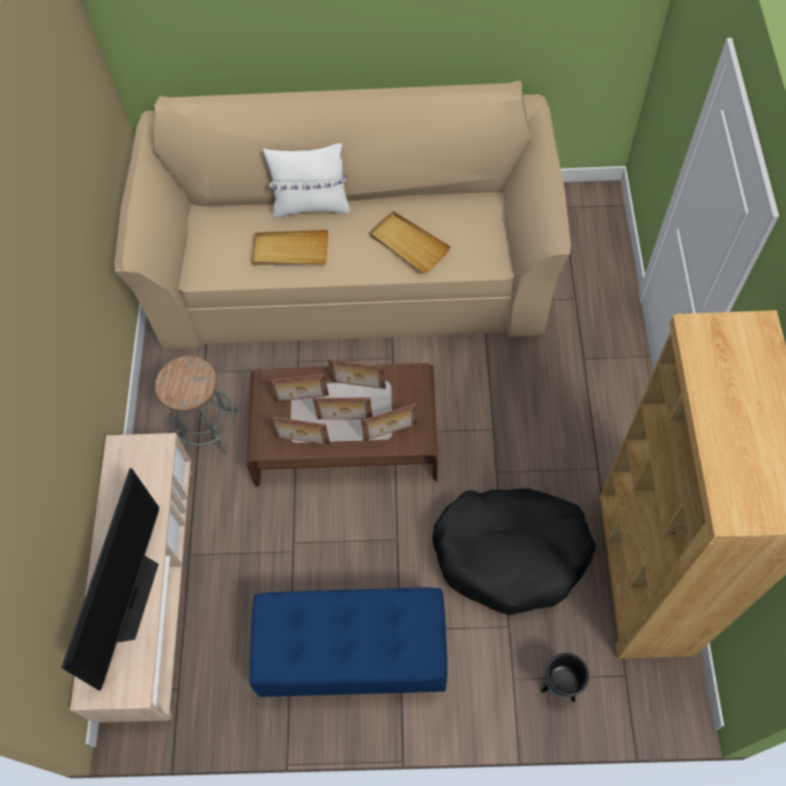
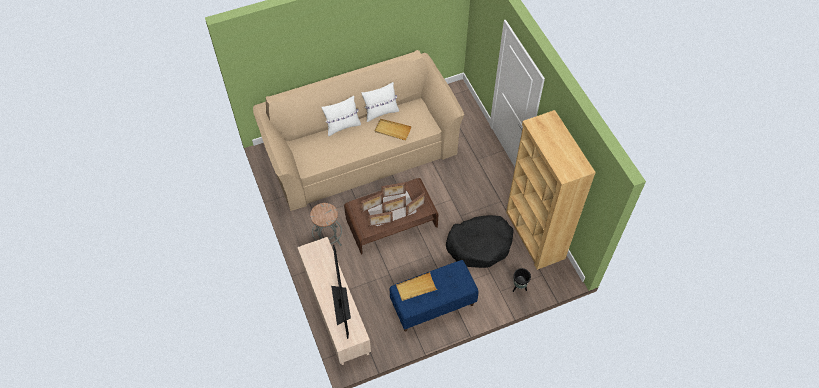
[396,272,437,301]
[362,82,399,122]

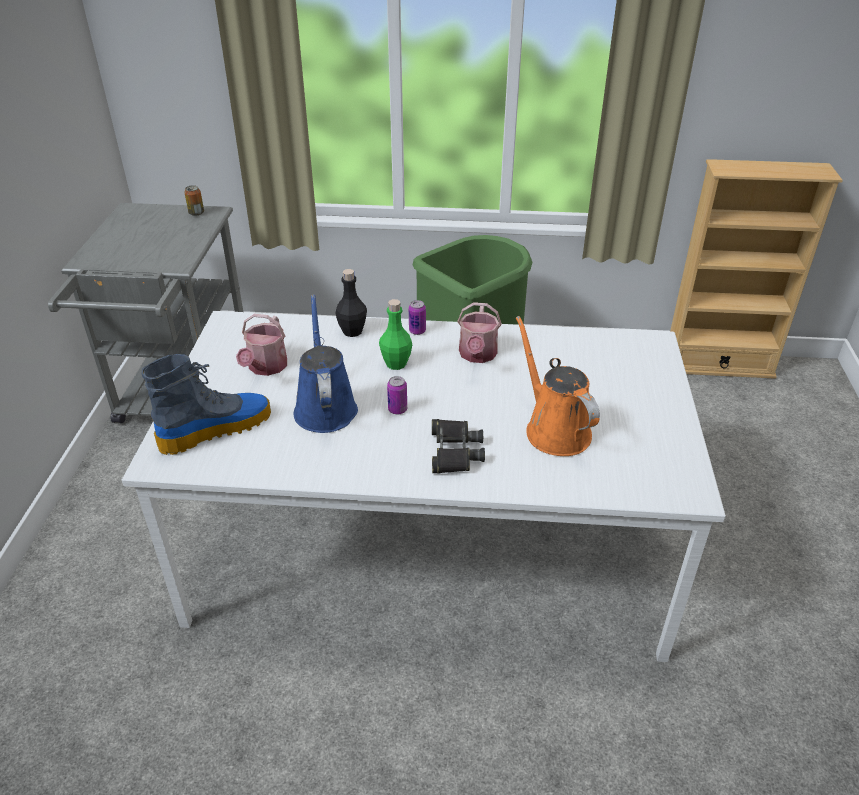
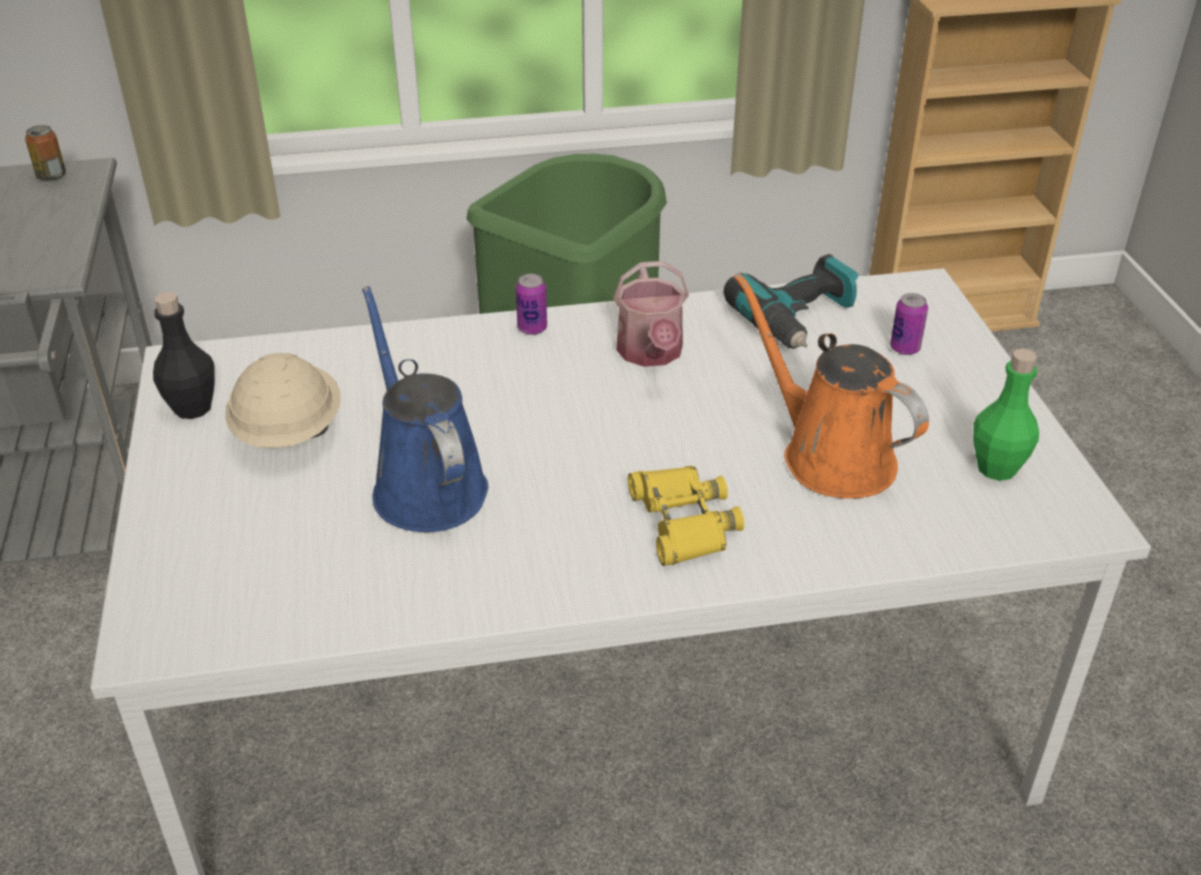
[153,292,215,419]
[973,349,1039,481]
[225,353,341,449]
[142,354,271,455] (first image)
[890,293,928,355]
[628,466,744,566]
[724,254,859,349]

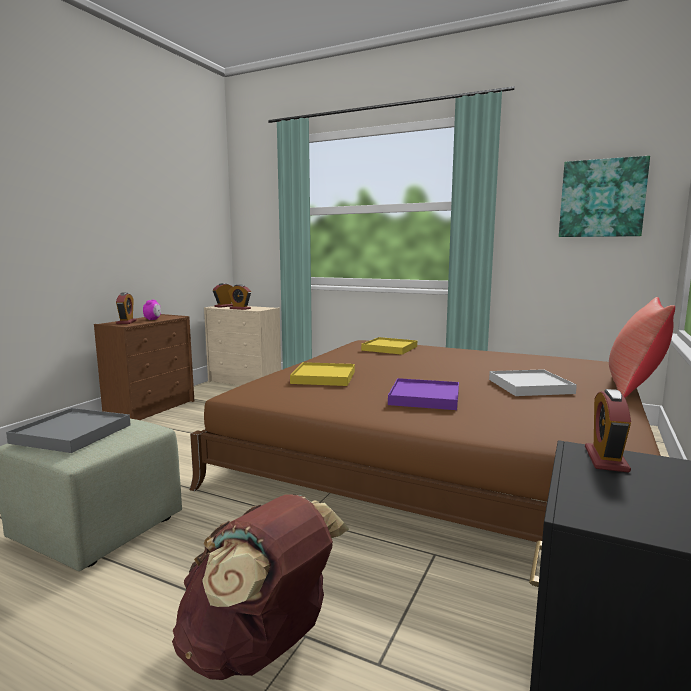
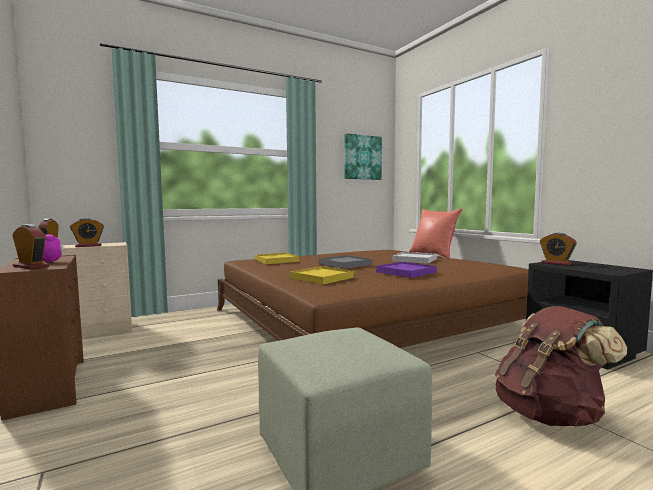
[319,255,372,269]

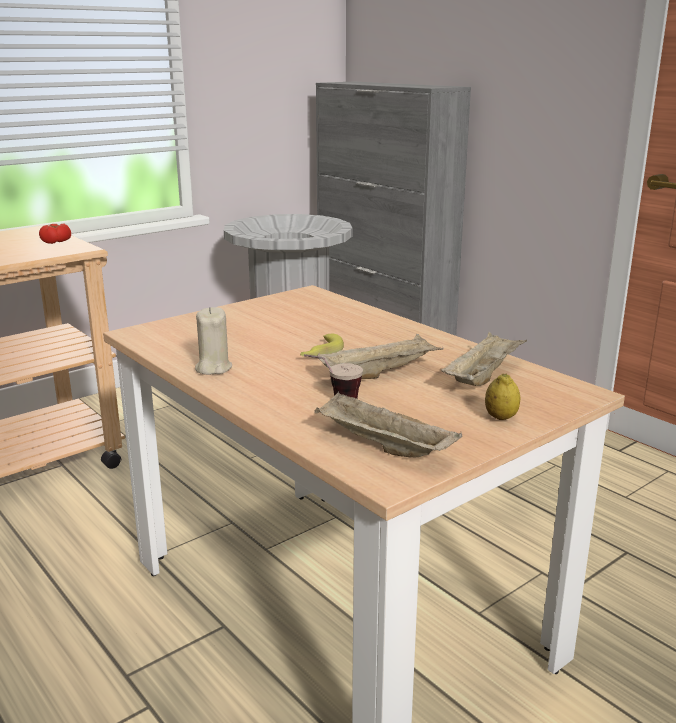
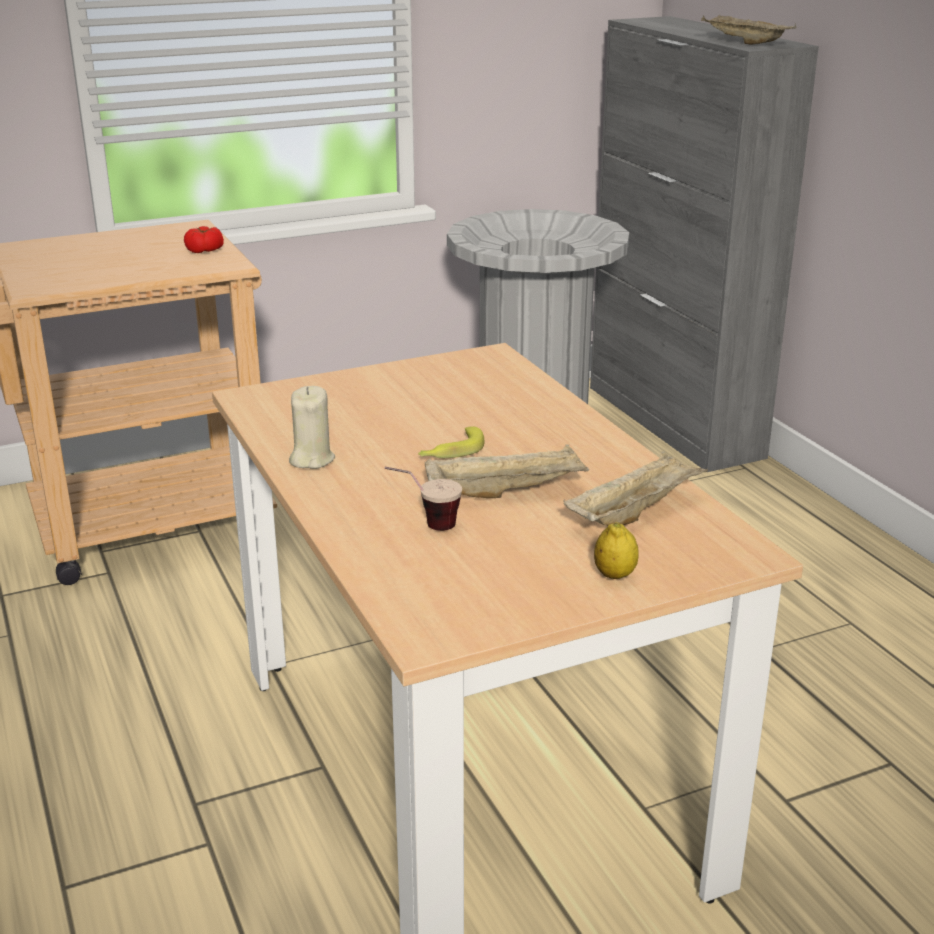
[701,14,796,44]

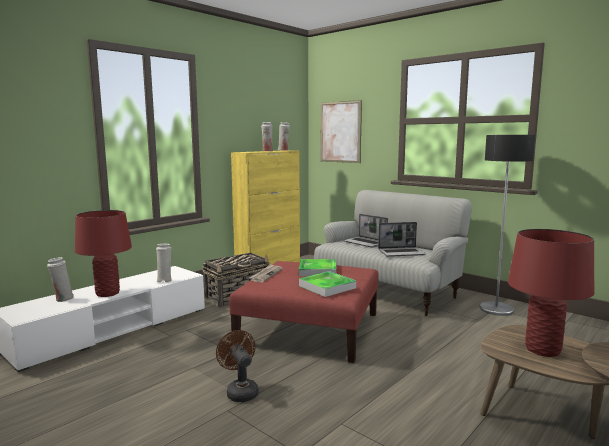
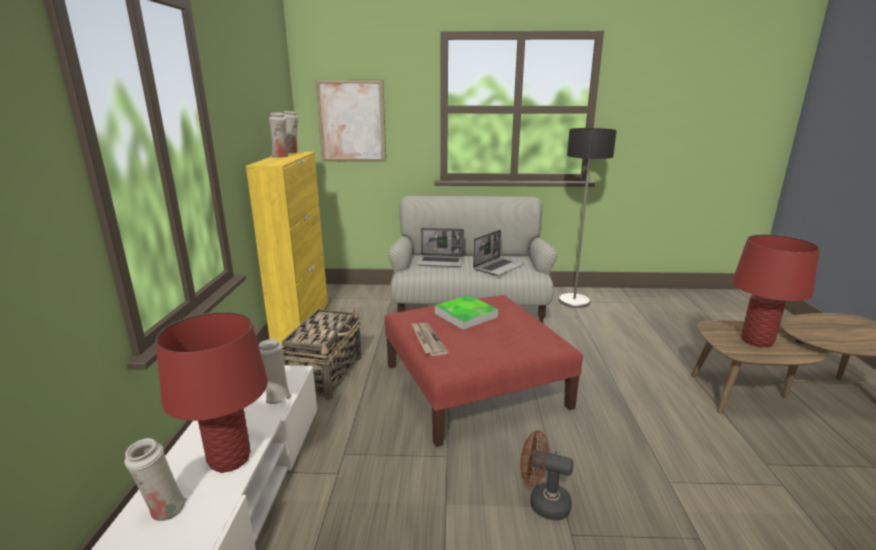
[299,271,356,297] (first image)

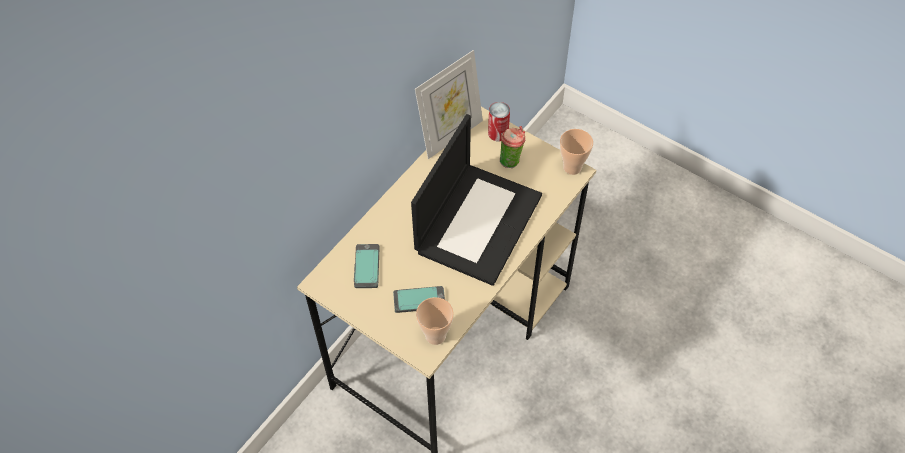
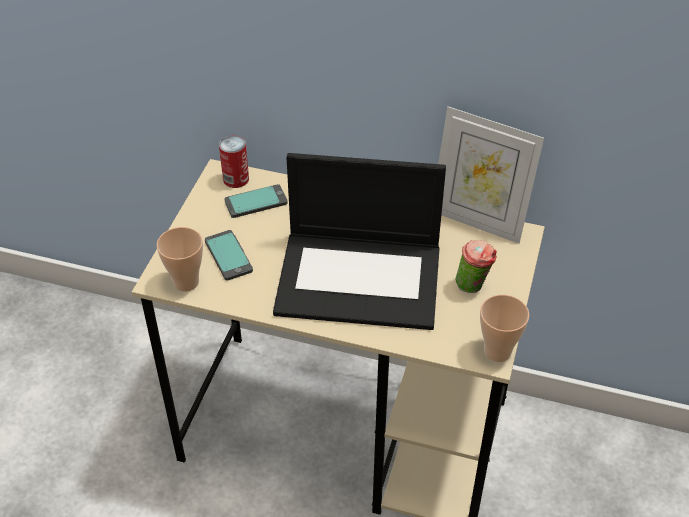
[219,136,249,188]

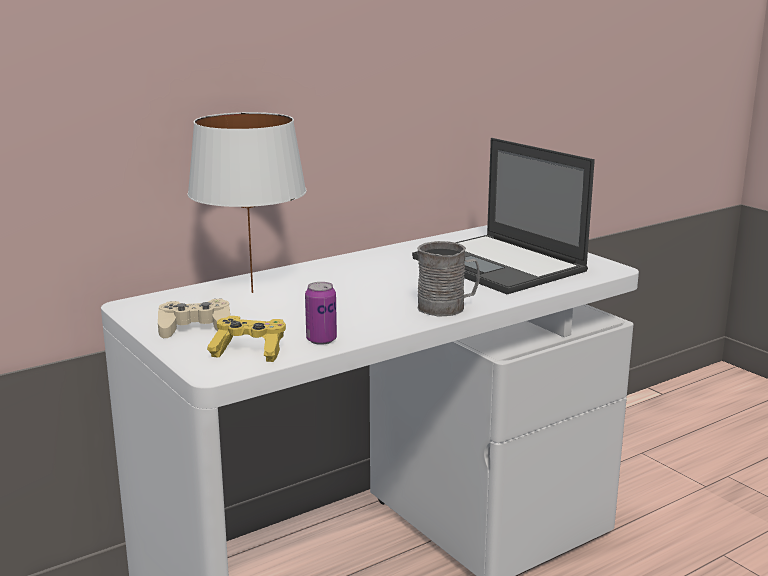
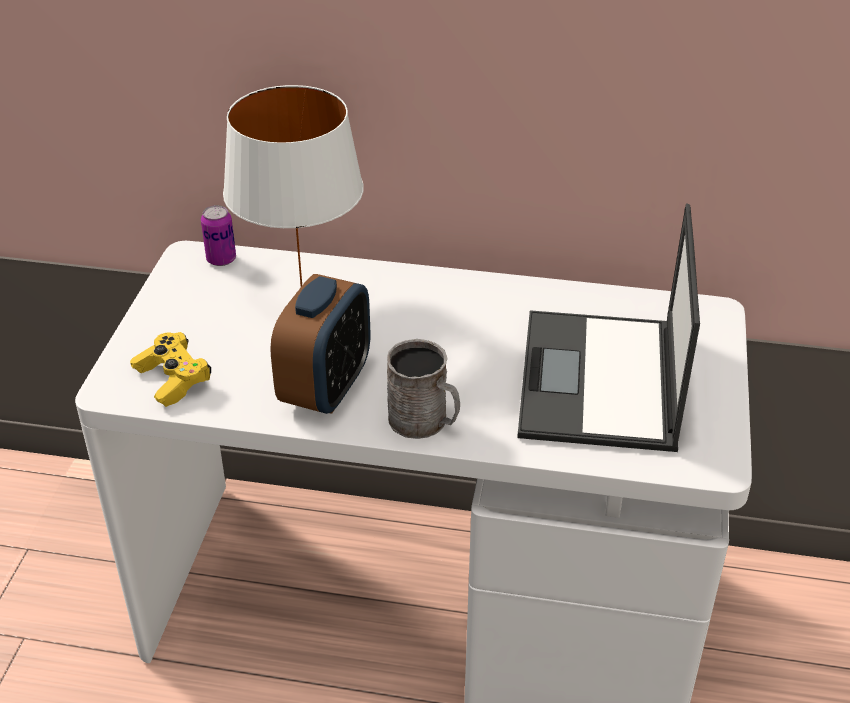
[201,205,236,266]
[158,299,230,338] (first image)
[270,274,370,414]

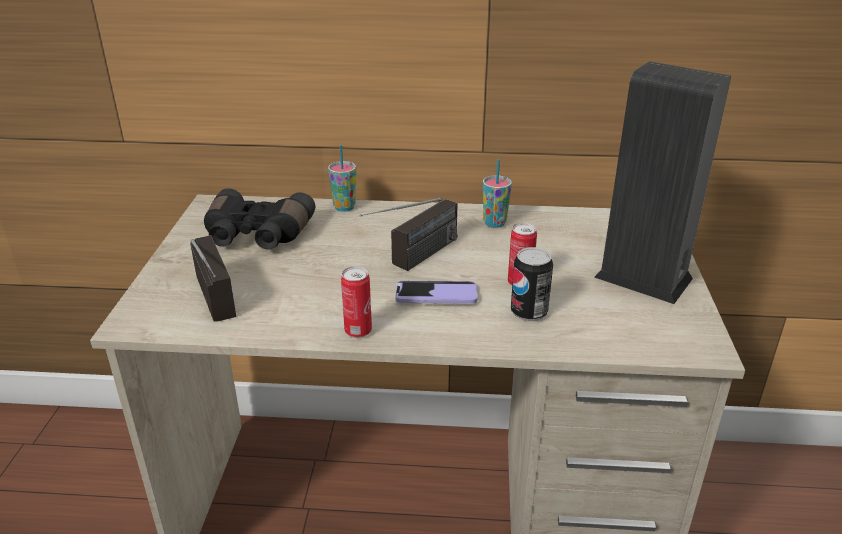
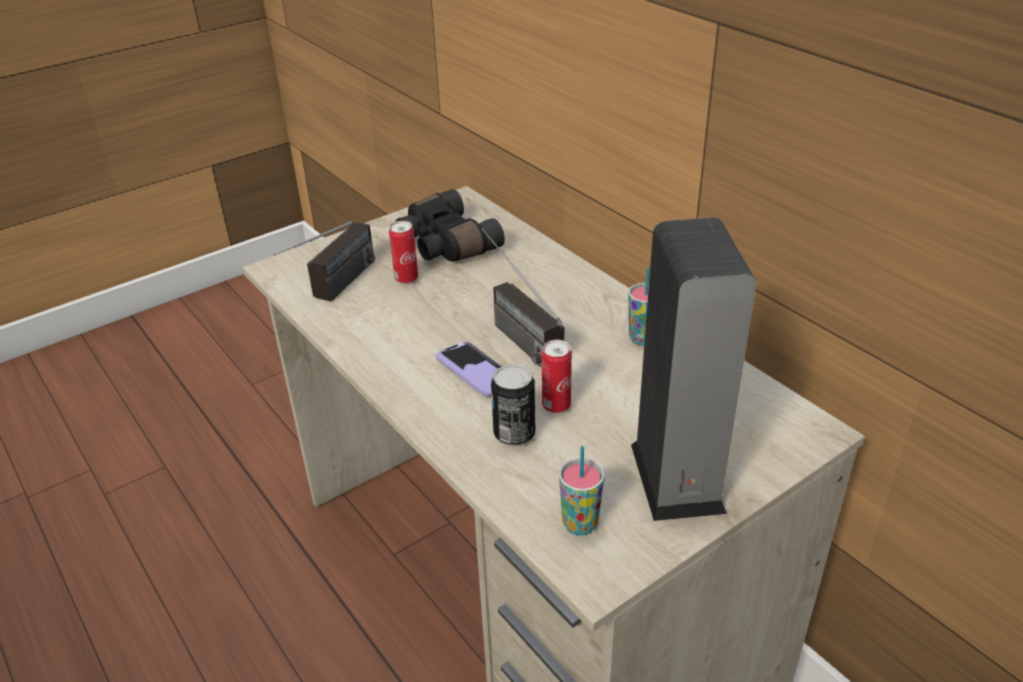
[559,446,604,535]
[482,229,564,367]
[389,221,418,284]

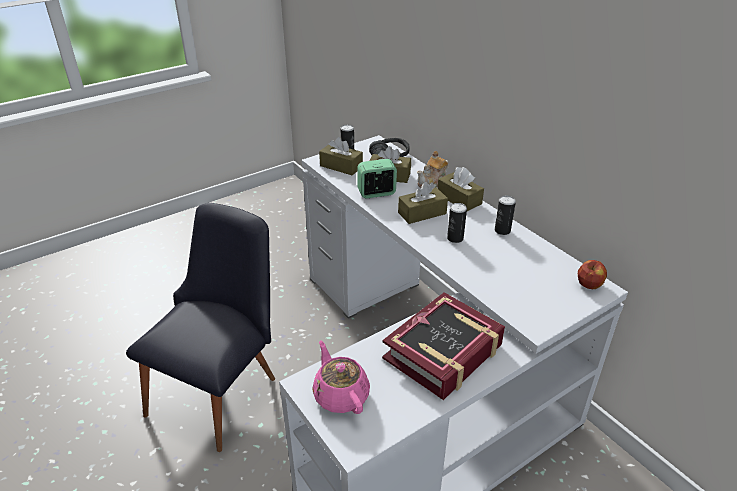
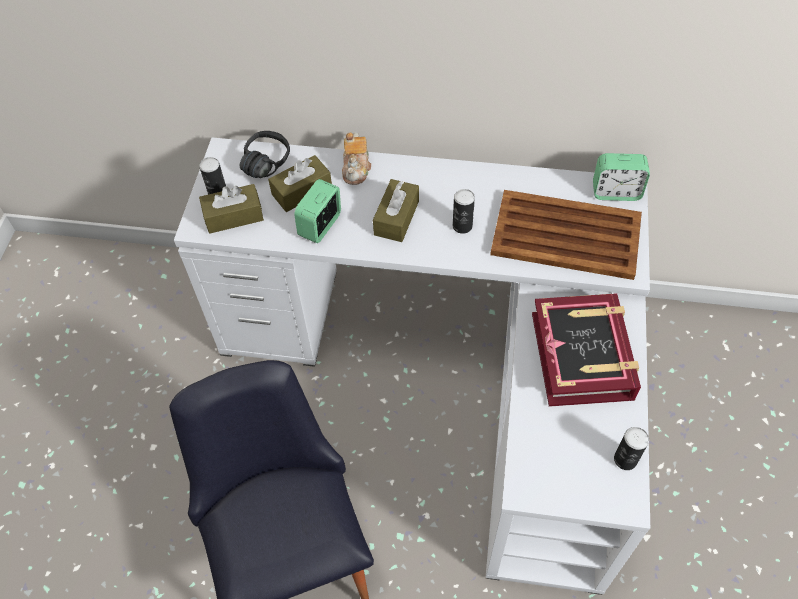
[438,167,484,211] (first image)
[614,427,649,470]
[593,153,650,201]
[312,340,370,414] (first image)
[490,190,642,280]

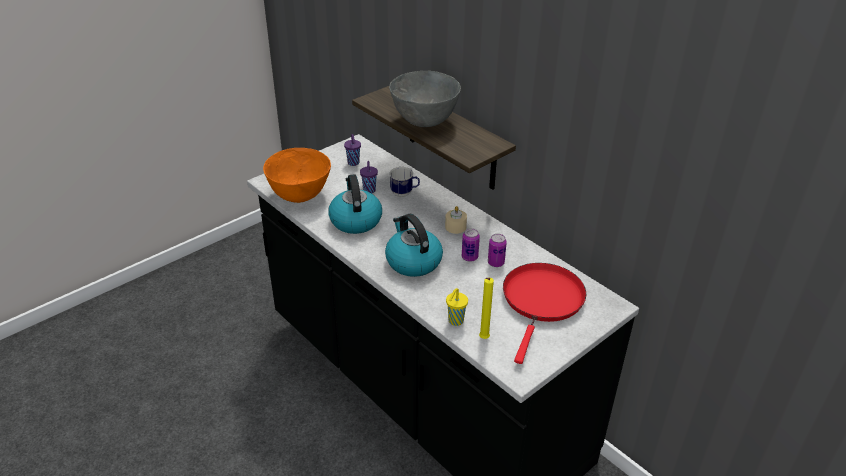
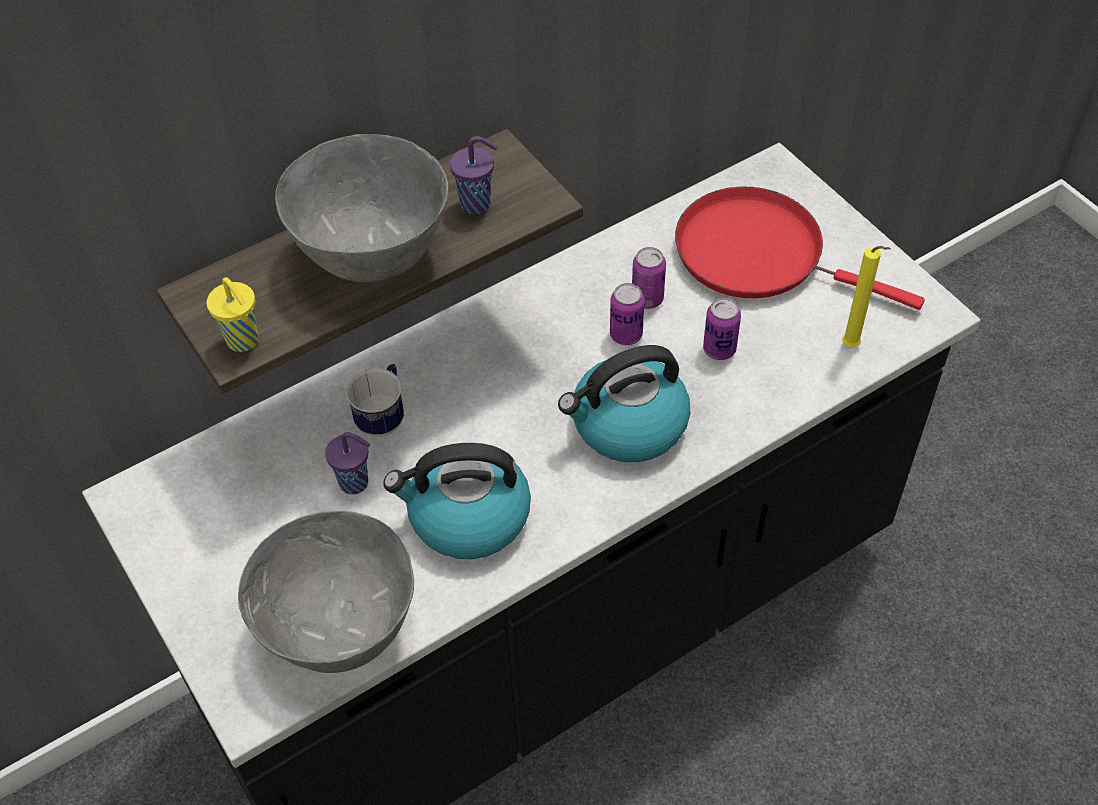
[450,136,498,214]
[238,511,414,673]
[445,206,467,234] (first image)
[206,277,259,352]
[703,298,741,360]

